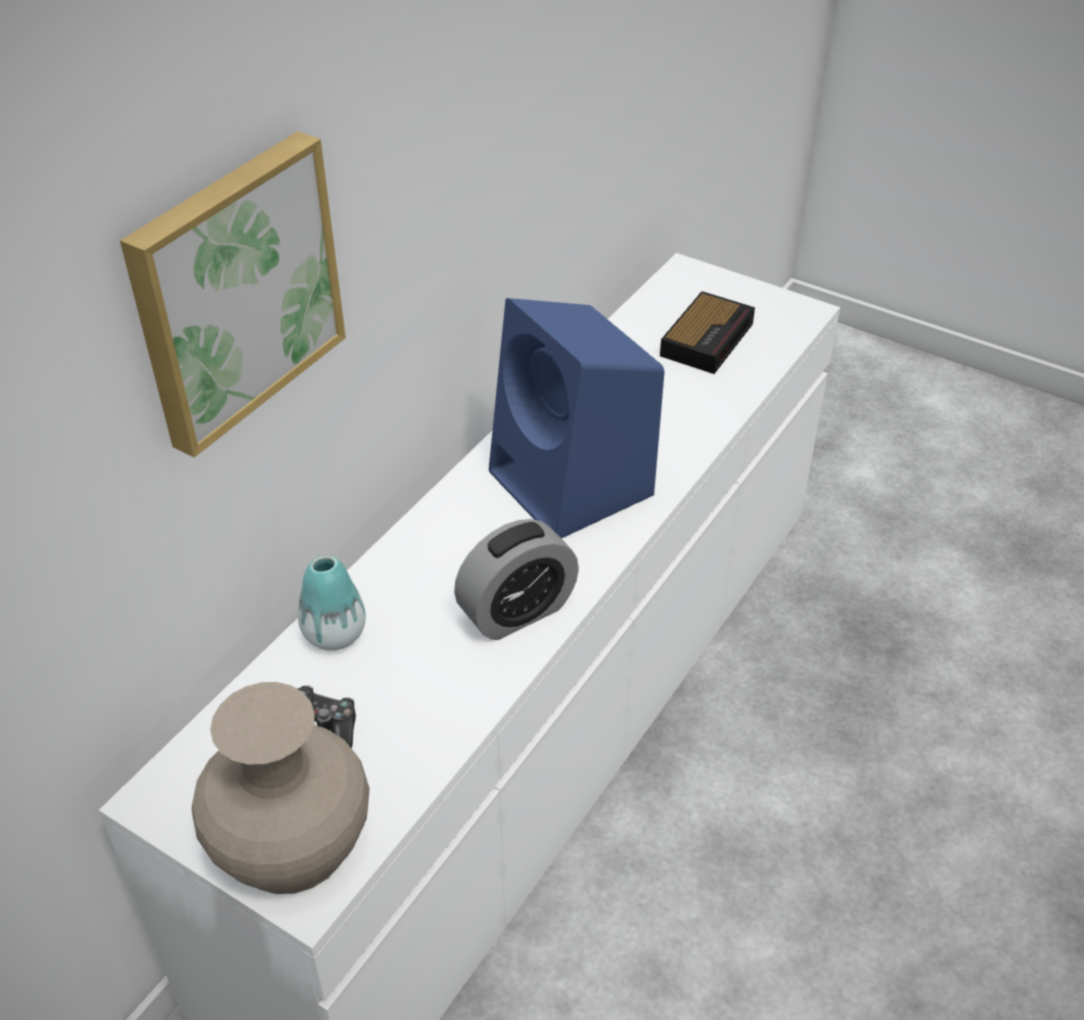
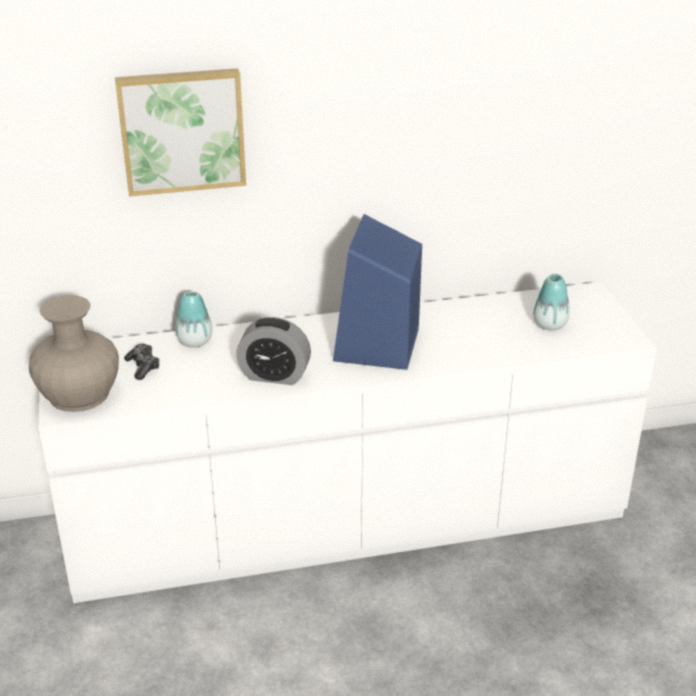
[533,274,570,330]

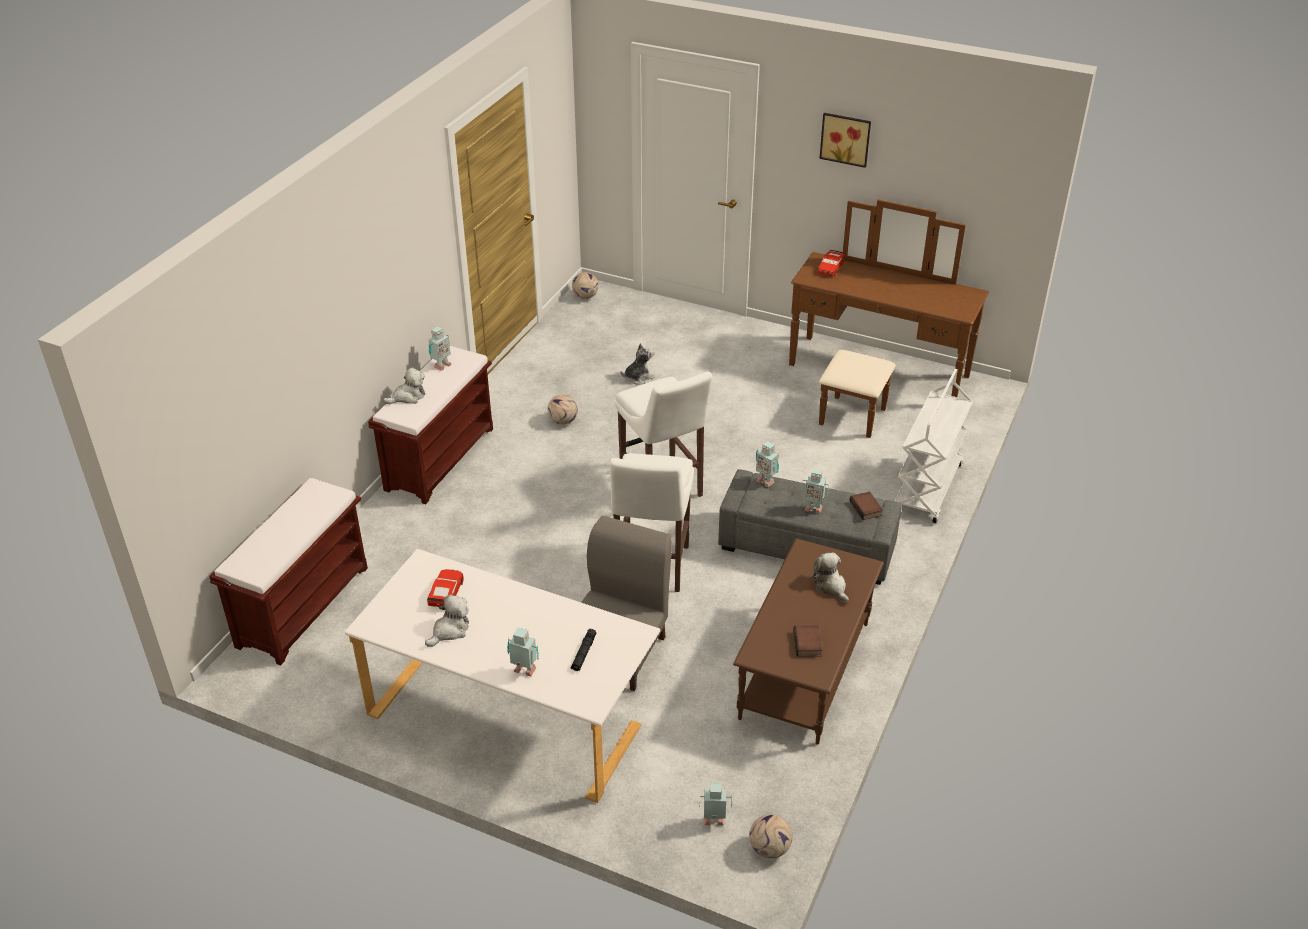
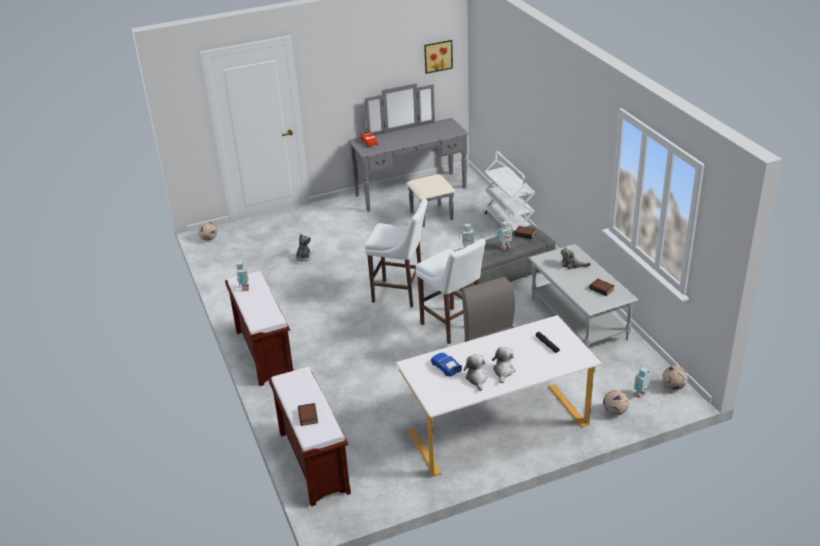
[424,40,453,74]
[348,83,468,227]
[492,347,516,384]
[603,390,629,415]
[528,244,639,348]
[431,353,462,377]
[507,628,539,676] (first image)
[298,403,318,426]

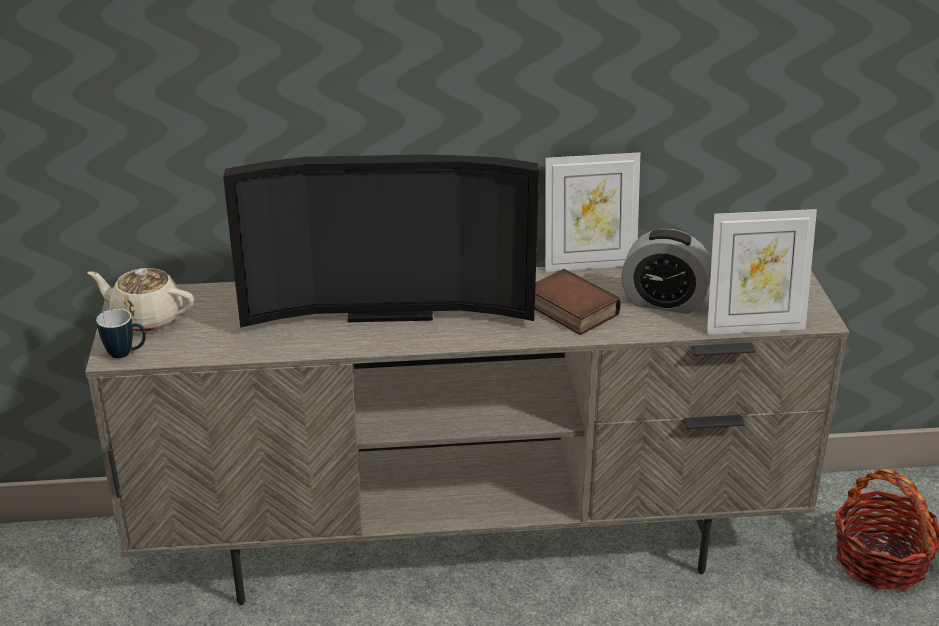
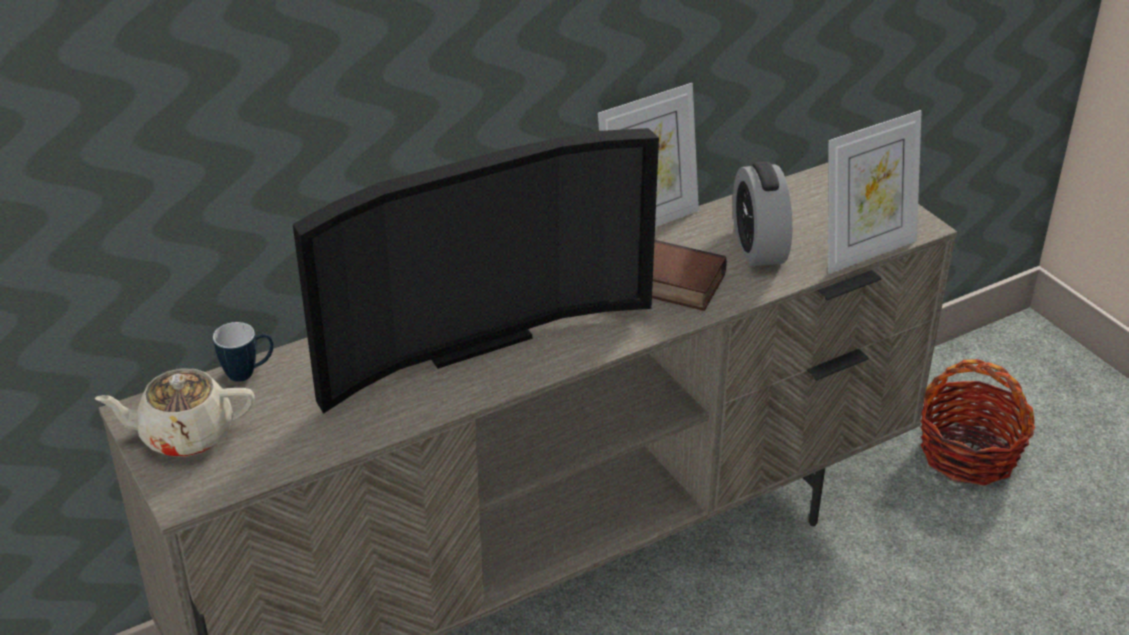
[733,161,792,266]
[213,322,273,382]

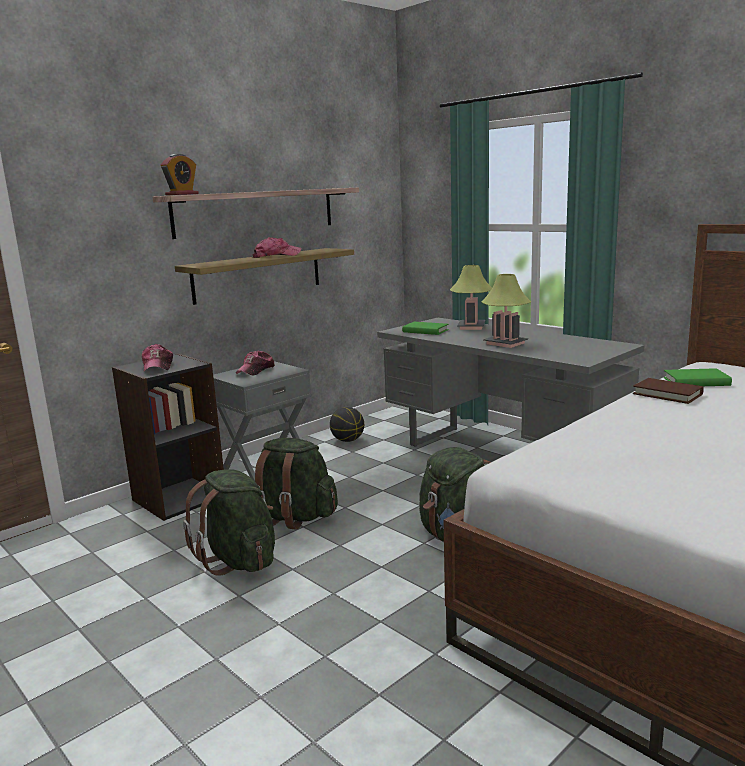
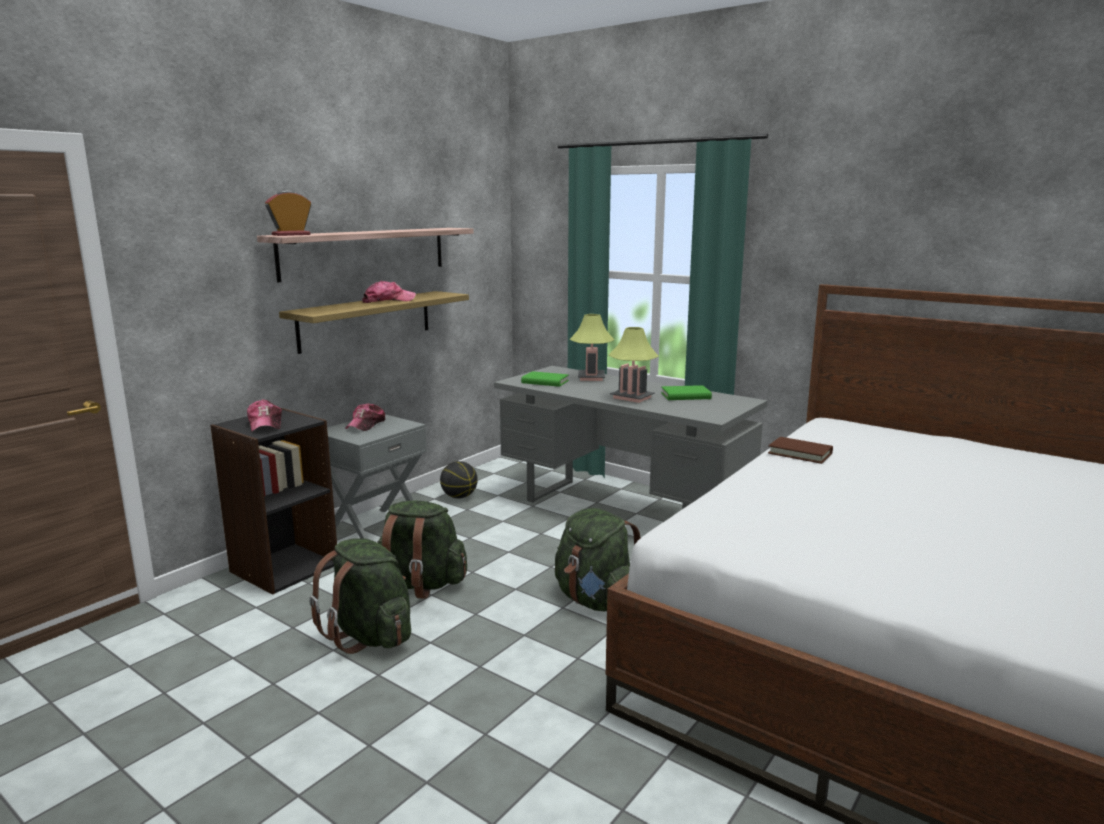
[265,191,311,236]
[661,385,712,400]

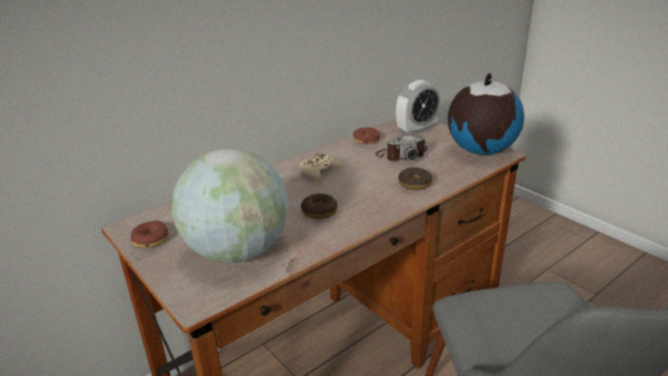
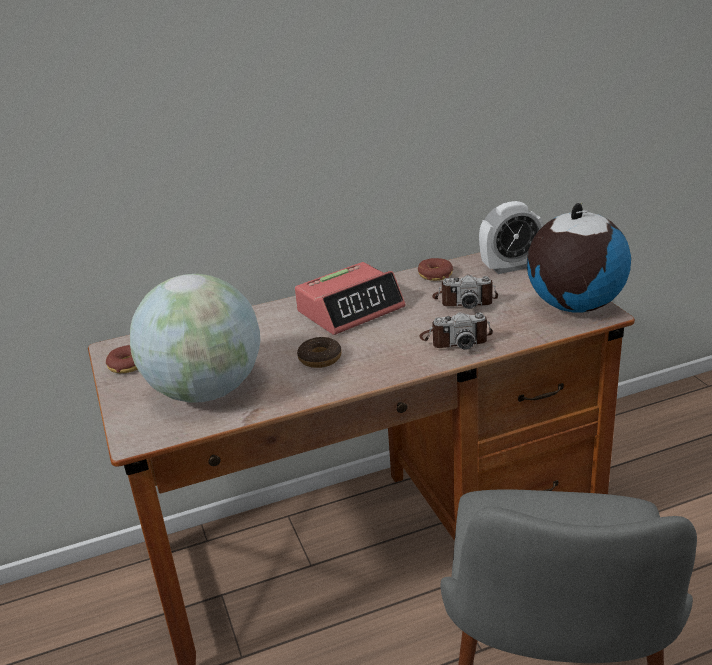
[295,262,405,335]
[419,312,493,350]

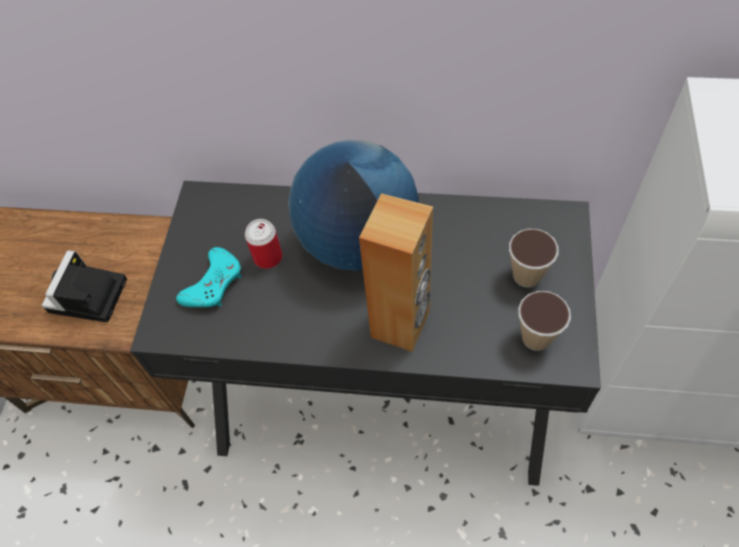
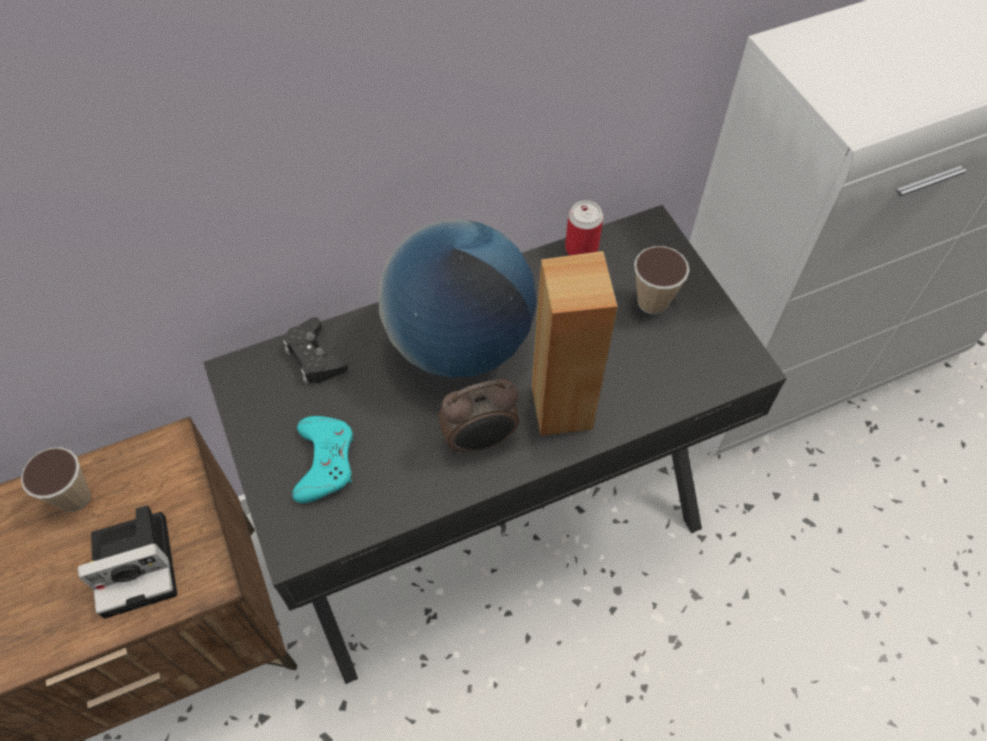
[565,200,603,255]
[78,505,177,619]
[21,447,91,512]
[283,317,348,384]
[438,379,519,455]

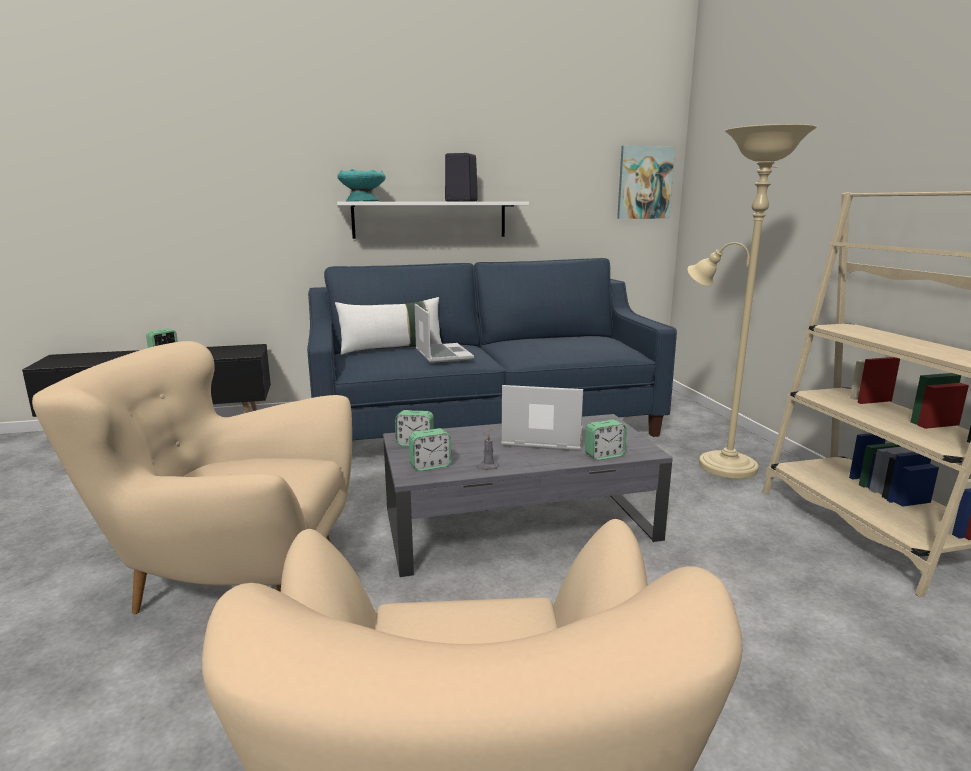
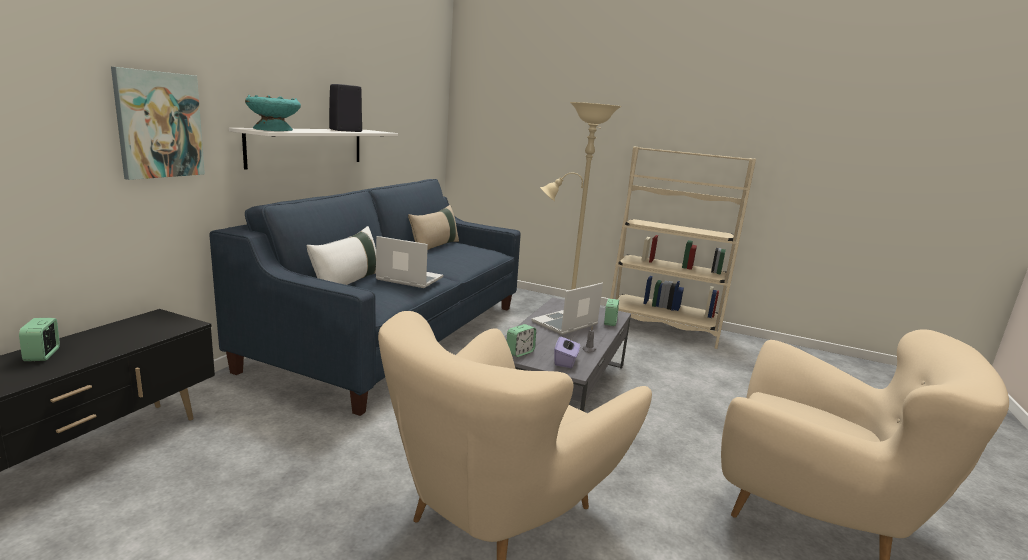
[111,67,205,180]
[554,335,580,368]
[408,205,459,250]

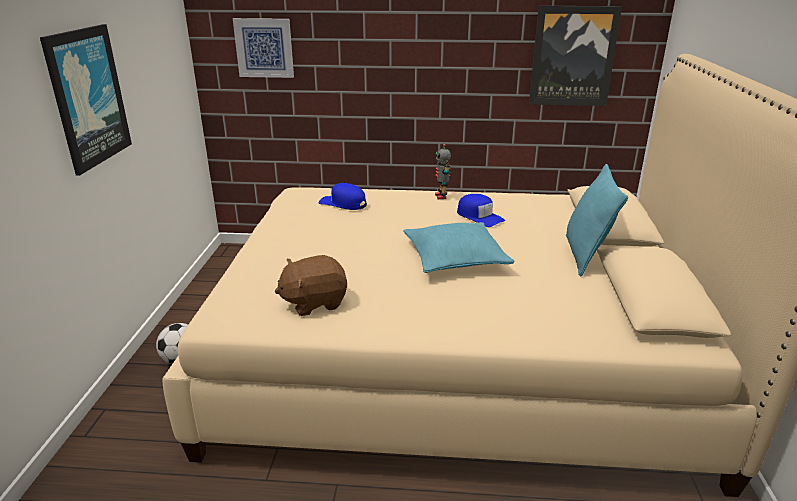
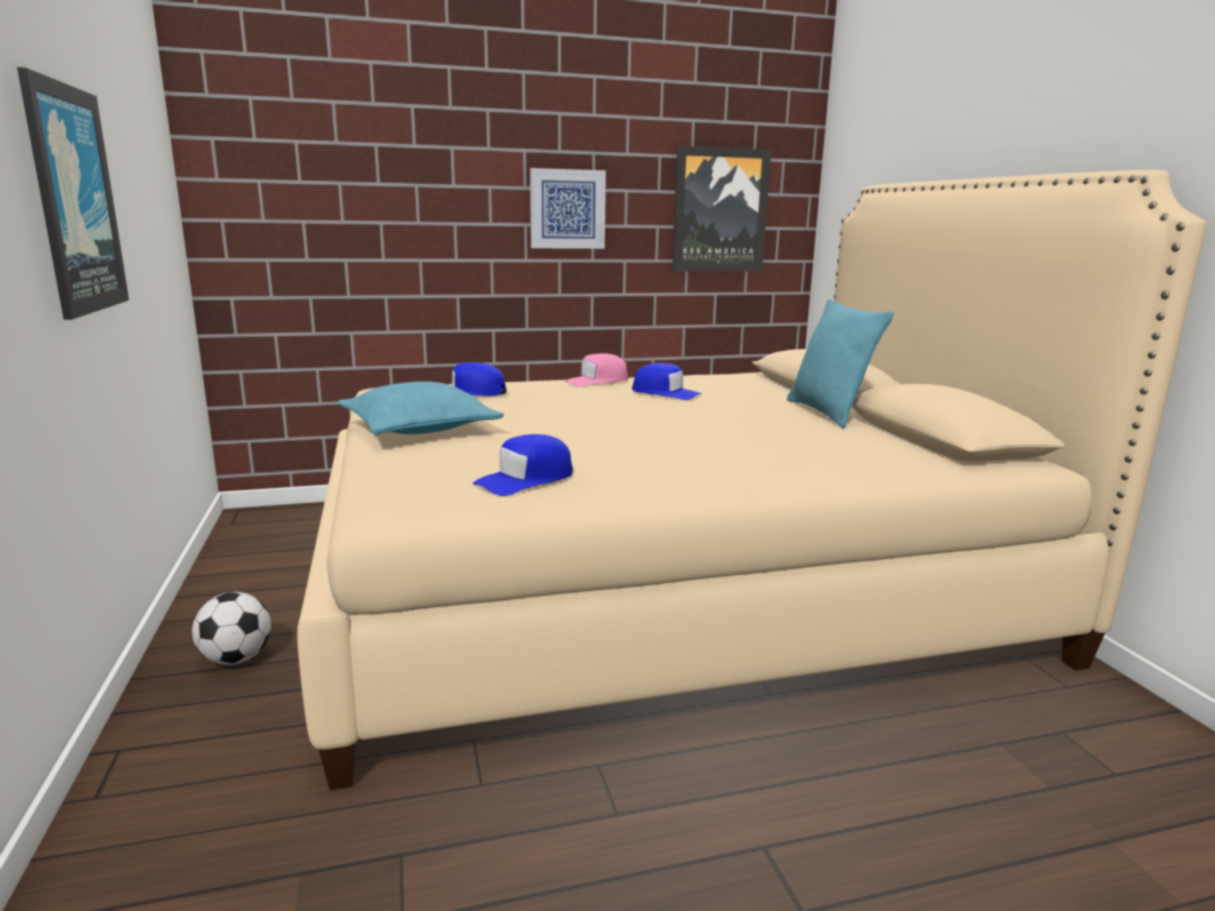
[530,168,606,249]
[565,353,628,387]
[338,381,504,434]
[473,434,573,496]

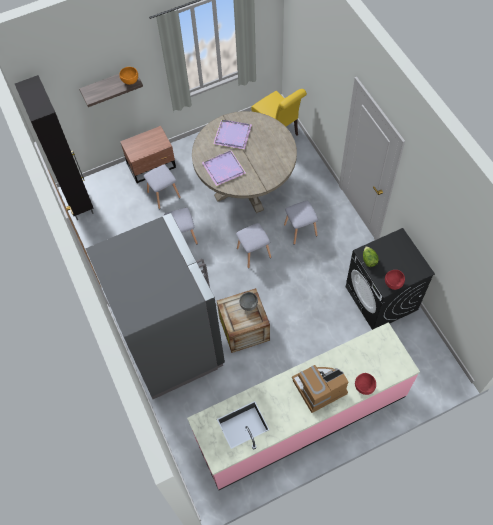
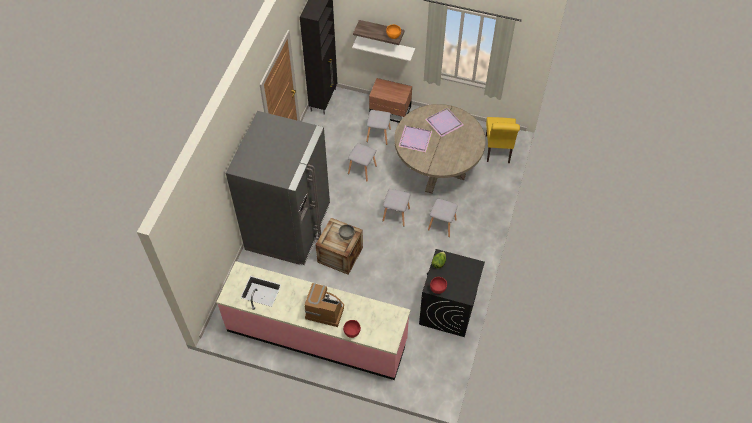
[352,36,415,61]

